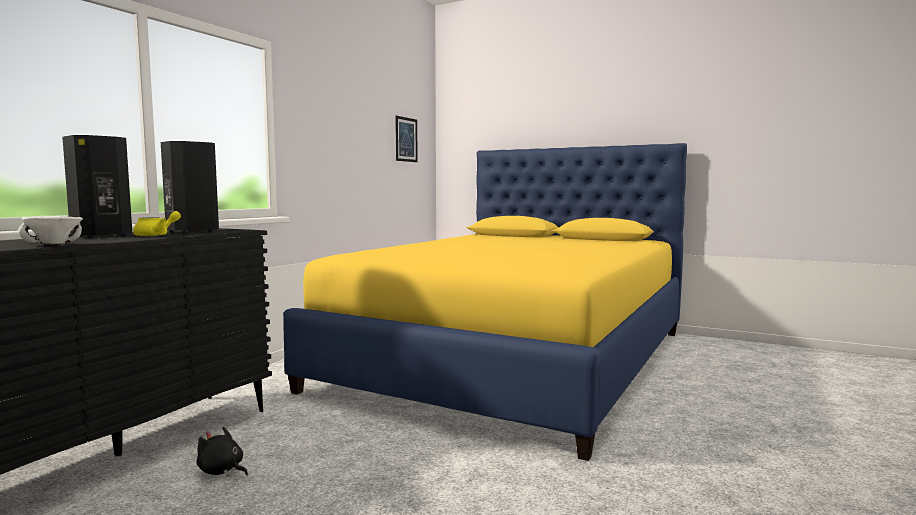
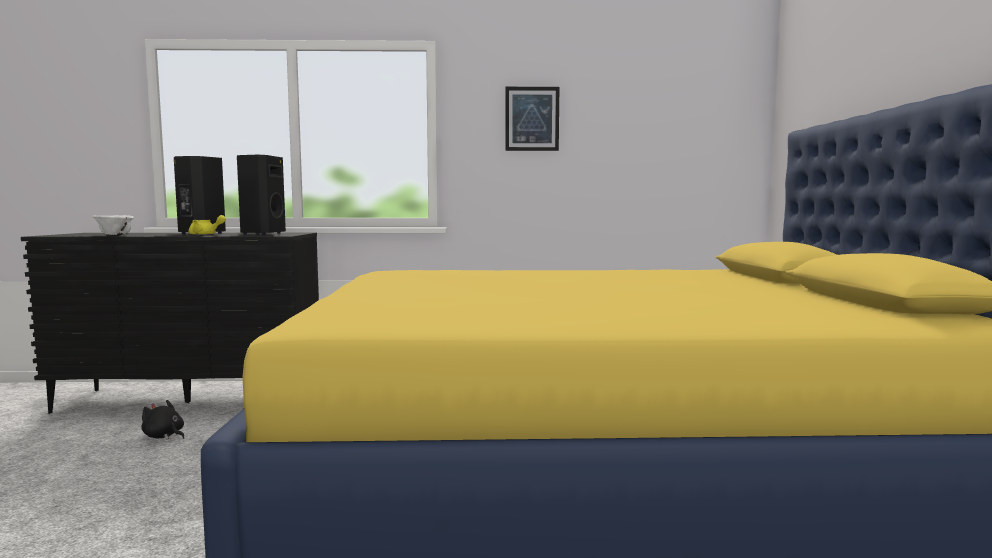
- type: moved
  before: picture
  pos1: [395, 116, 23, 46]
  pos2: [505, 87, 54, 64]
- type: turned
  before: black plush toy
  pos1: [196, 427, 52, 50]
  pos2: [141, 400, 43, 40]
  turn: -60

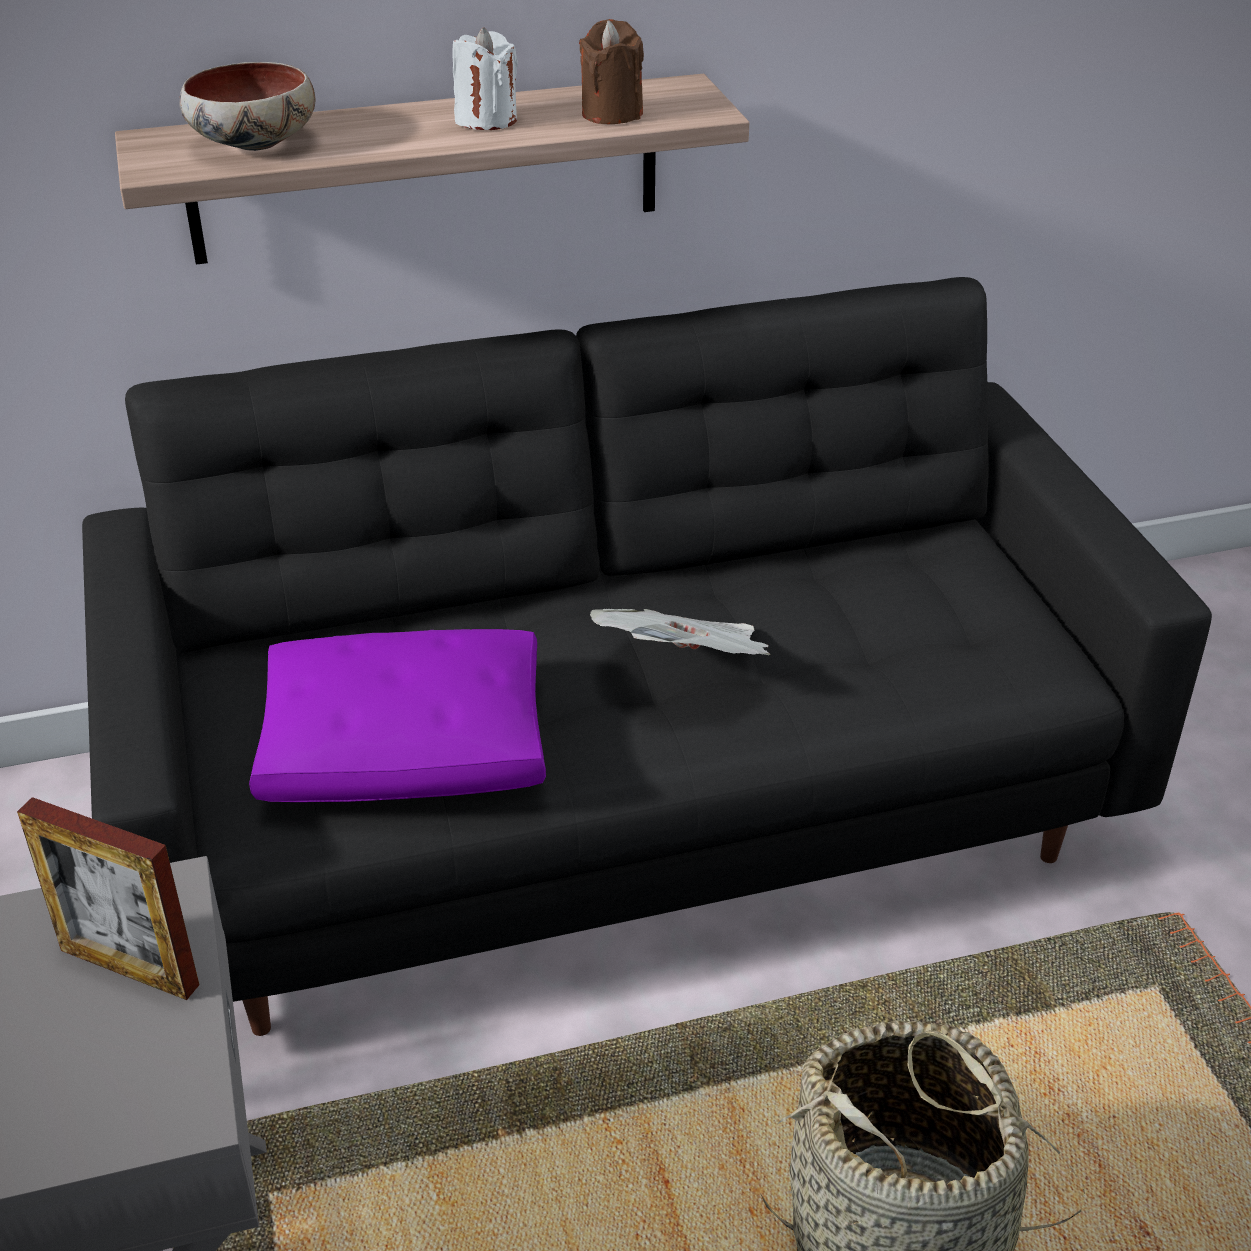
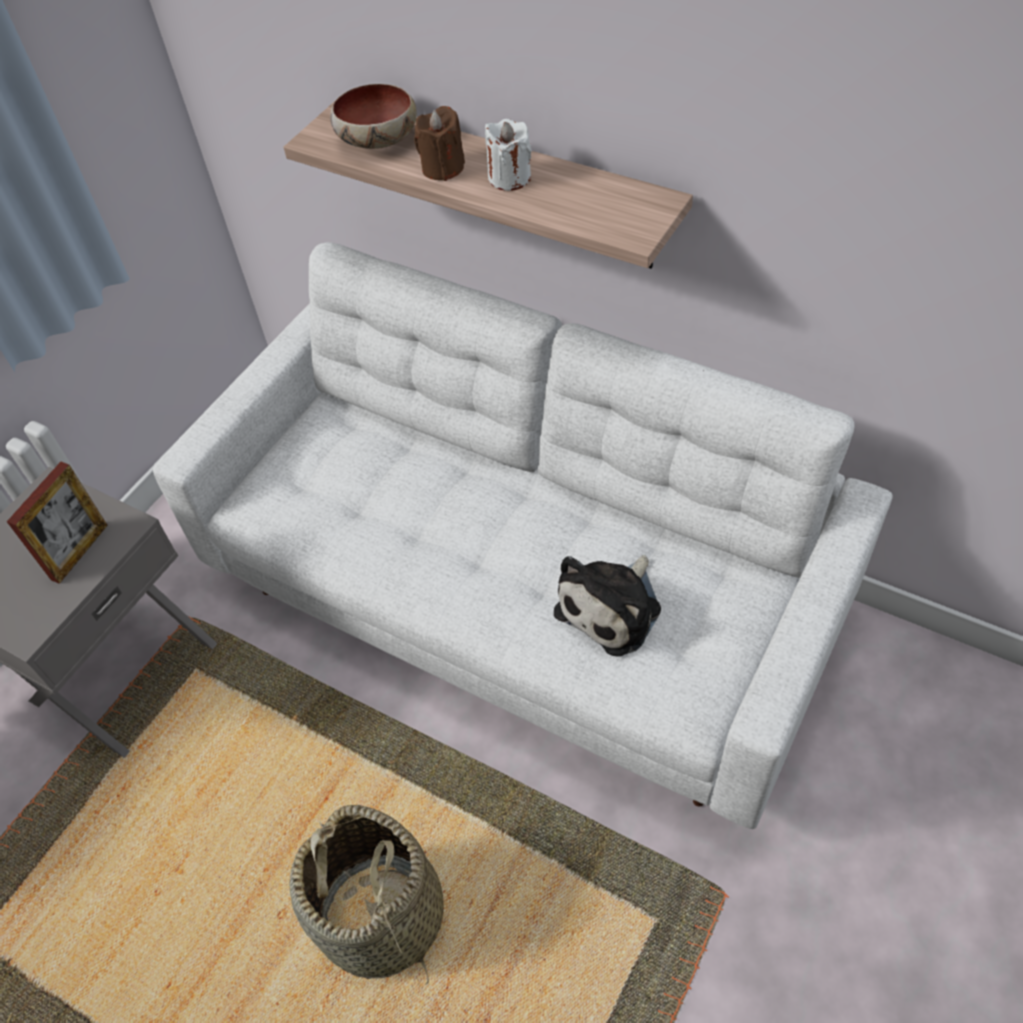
- type: removed
  before: purple pillow
  pos1: [249, 629, 297, 173]
- type: removed
  before: newspaper
  pos1: [590, 609, 180, 46]
- type: added
  after: plush toy
  pos2: [554, 555, 107, 102]
- type: moved
  before: brown candle
  pos1: [579, 19, 65, 105]
  pos2: [414, 106, 51, 75]
- type: recoloured
  before: black sofa
  after: white sofa
  pos1: [82, 277, 1130, 759]
  pos2: [153, 242, 740, 587]
- type: turned
  before: picture frame
  pos1: [17, 797, 182, 203]
  pos2: [7, 462, 101, 122]
  turn: -135

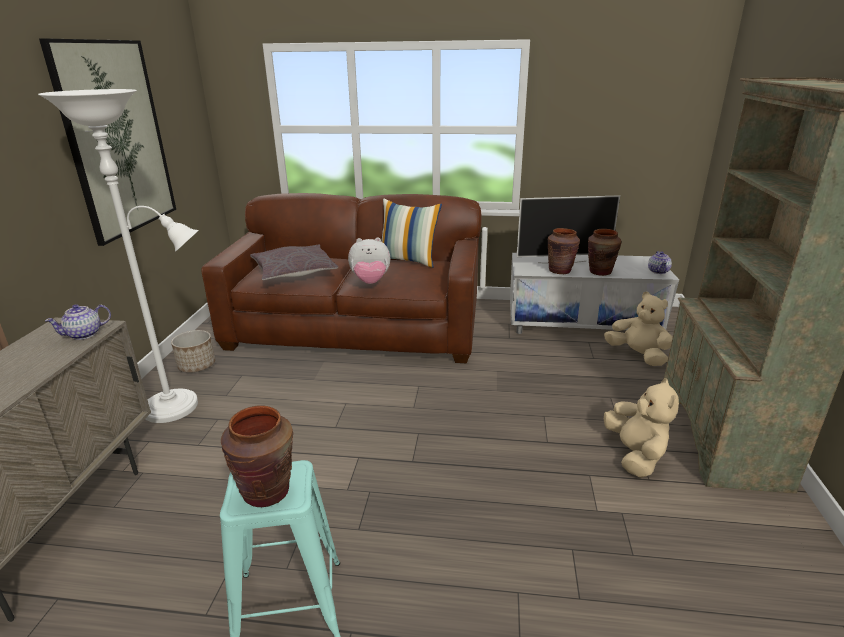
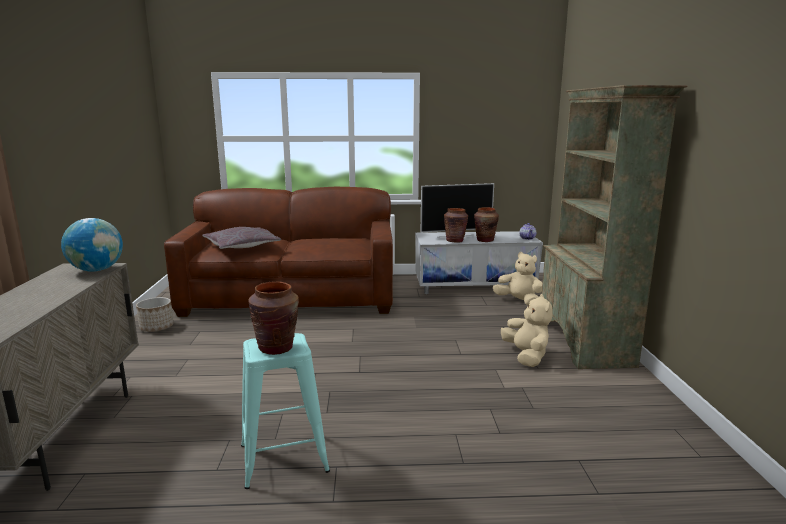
- type: removed
  before: white floor lamp
  pos1: [38, 89, 161, 334]
- type: removed
  before: picture
  pos1: [39, 38, 137, 208]
- type: removed
  before: plush toy
  pos1: [348, 237, 42, 47]
- type: removed
  before: pillow
  pos1: [381, 199, 61, 69]
- type: replaced
  before: teapot
  after: globe
  pos1: [45, 304, 66, 36]
  pos2: [61, 218, 62, 54]

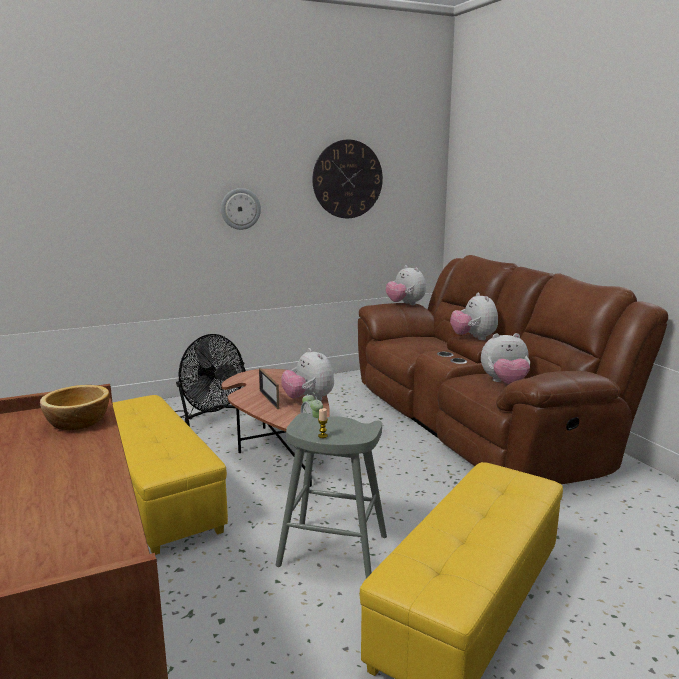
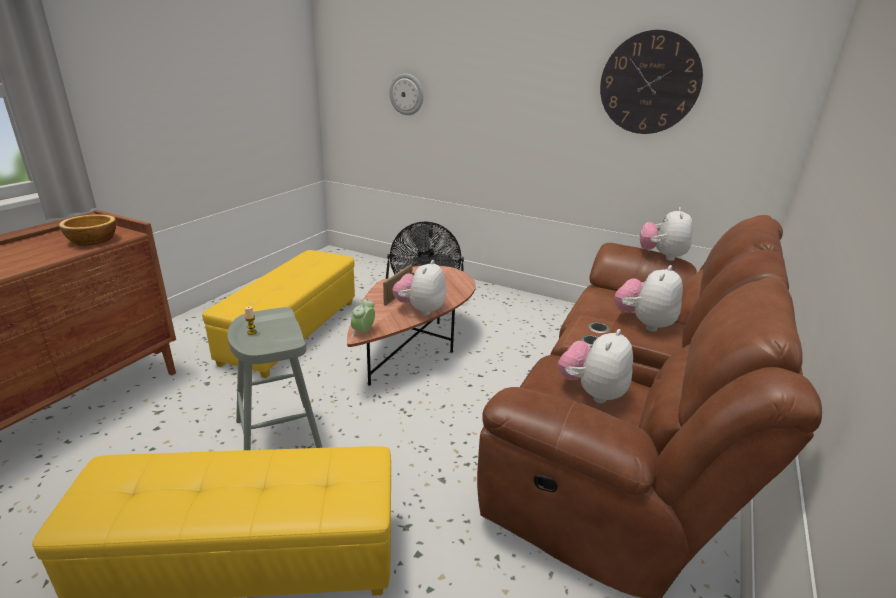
- type: moved
  before: wall clock
  pos1: [221, 188, 40, 42]
  pos2: [389, 73, 34, 42]
- type: turned
  before: plush toy
  pos1: [481, 333, 49, 51]
  pos2: [558, 329, 75, 74]
  turn: 75

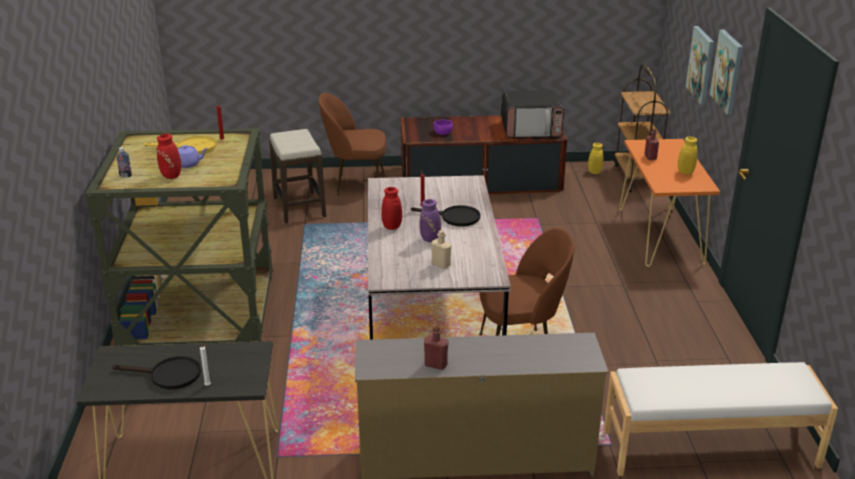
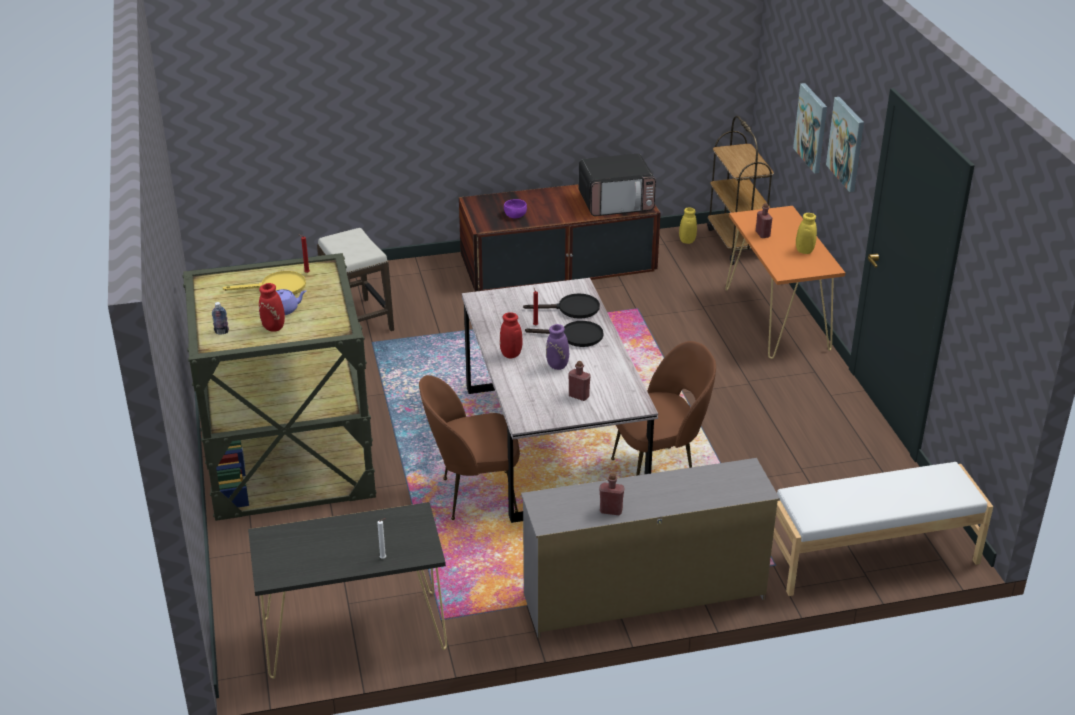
- type: moved
  before: black frying pan
  pos1: [112, 356, 89, 33]
  pos2: [523, 293, 77, 26]
- type: moved
  before: brown chair
  pos1: [318, 93, 68, 102]
  pos2: [419, 375, 101, 145]
- type: recoloured
  before: beige bottle
  after: red bottle
  pos1: [431, 230, 20, 39]
  pos2: [568, 361, 23, 40]

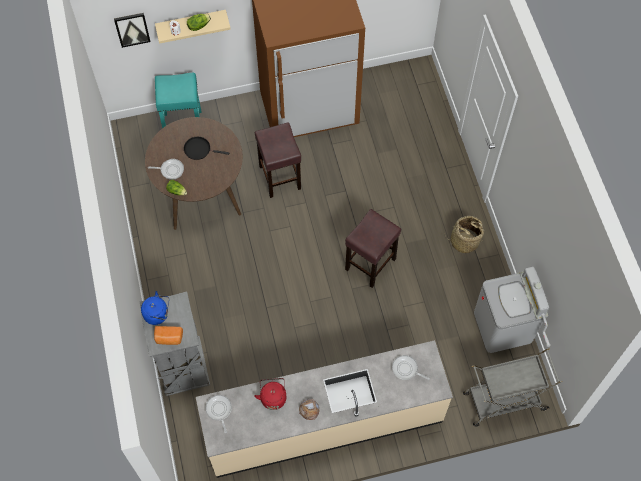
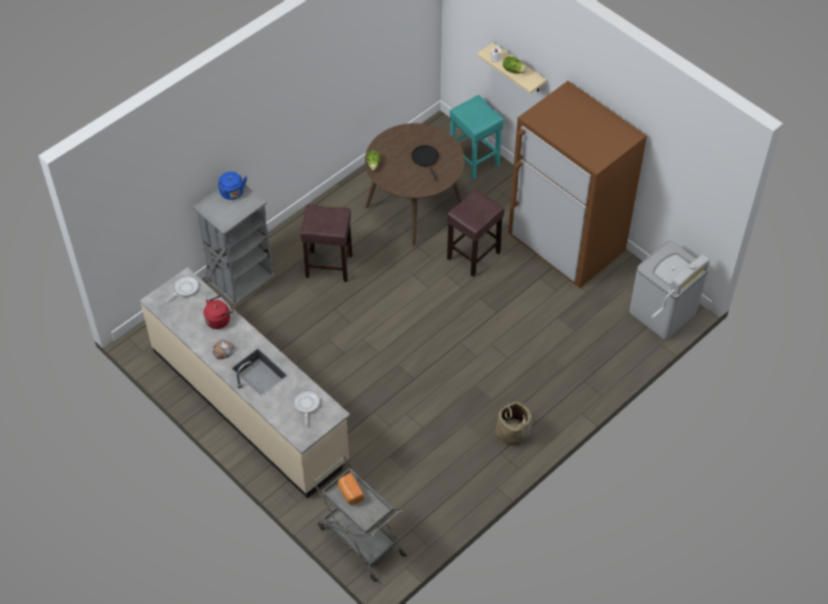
- type: removed
  before: picture
  pos1: [114, 13, 36, 35]
- type: removed
  before: frying pan
  pos1: [148, 159, 36, 21]
- type: moved
  before: bread
  pos1: [154, 326, 29, 19]
  pos2: [338, 473, 26, 32]
- type: moved
  before: brown stool
  pos1: [345, 209, 56, 79]
  pos2: [300, 204, 52, 78]
- type: moved
  before: grey washing machine
  pos1: [474, 267, 77, 86]
  pos2: [630, 241, 80, 98]

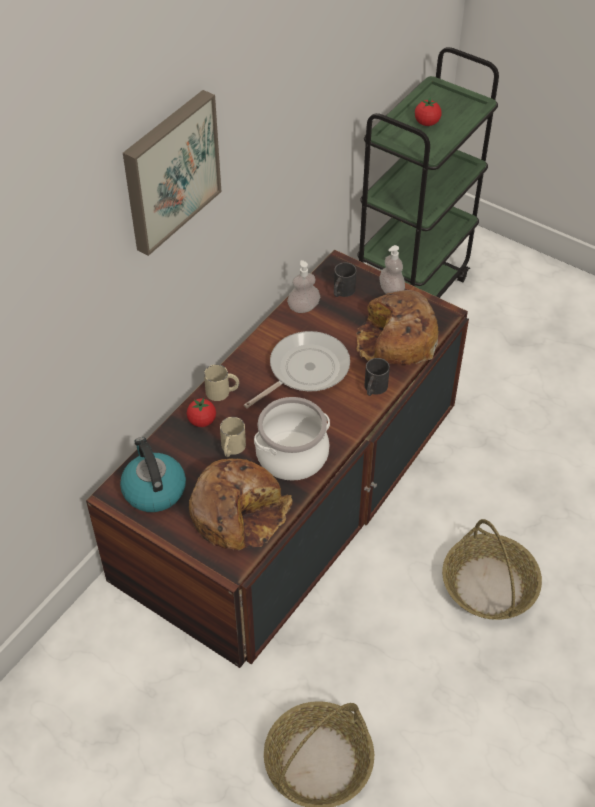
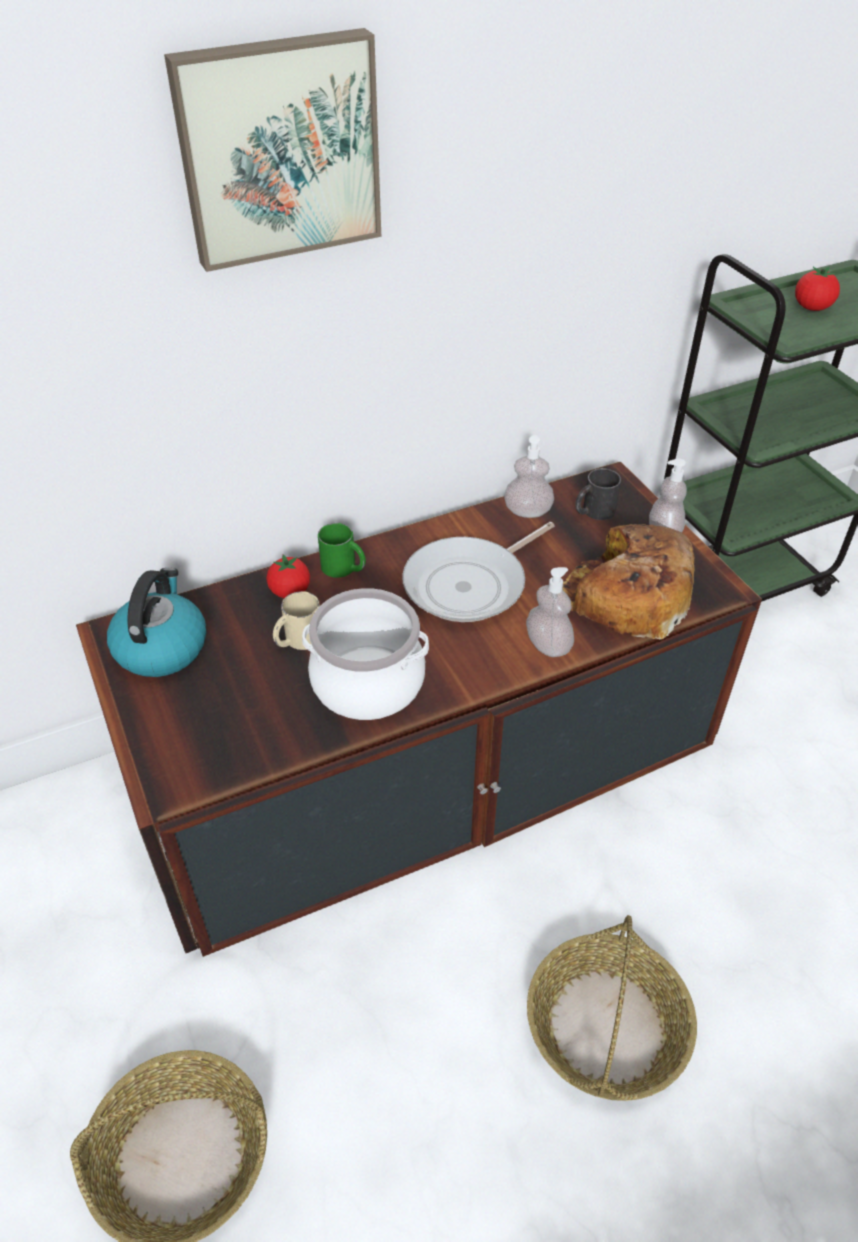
- type: removed
  before: bread
  pos1: [189, 459, 103, 92]
- type: replaced
  before: black mug
  after: soap dispenser
  pos1: [364, 358, 26, 38]
  pos2: [526, 567, 48, 90]
- type: recoloured
  before: beige mug
  after: green mug
  pos1: [204, 364, 35, 37]
  pos2: [318, 523, 48, 55]
- type: turned
  before: frying pan
  pos1: [244, 331, 106, 77]
  pos2: [402, 522, 153, 100]
  turn: 150

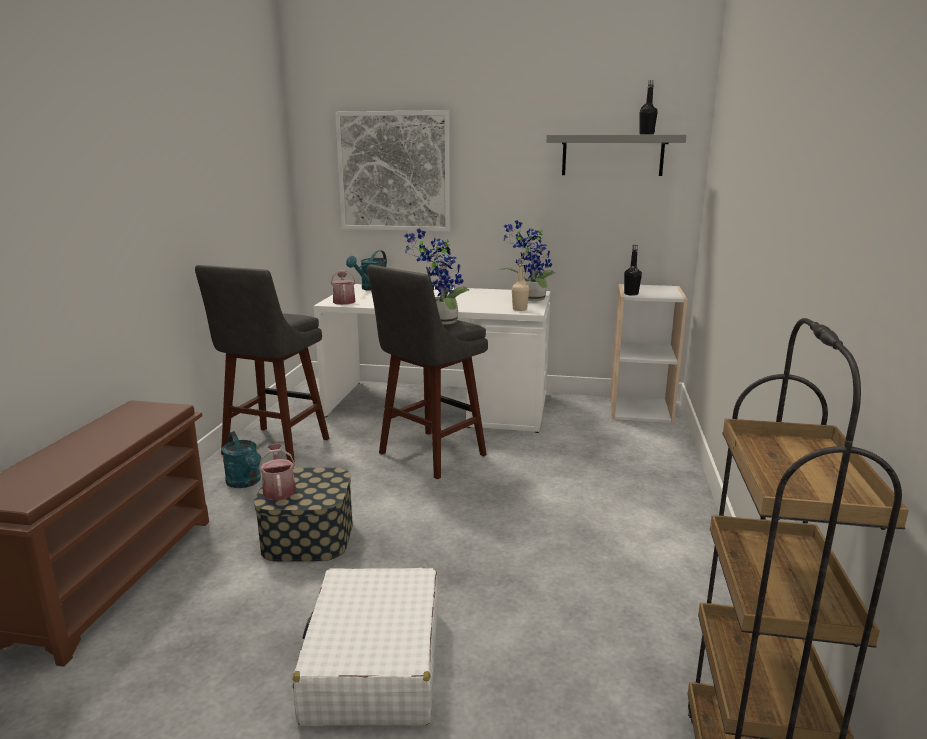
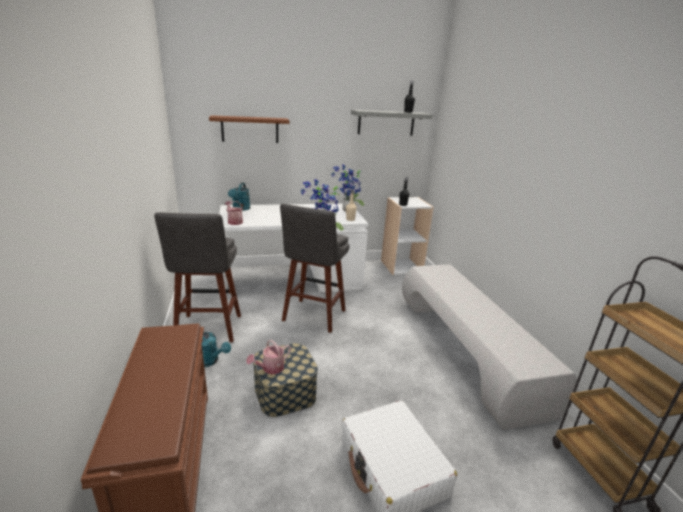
- type: added
  after: grey bench
  pos2: [402, 264, 176, 166]
- type: replaced
  before: picture
  after: brown shelf
  pos1: [335, 110, 116, 122]
  pos2: [209, 115, 81, 28]
- type: turned
  before: watering can
  pos1: [258, 444, 38, 56]
  pos2: [246, 340, 45, 34]
  turn: -90

